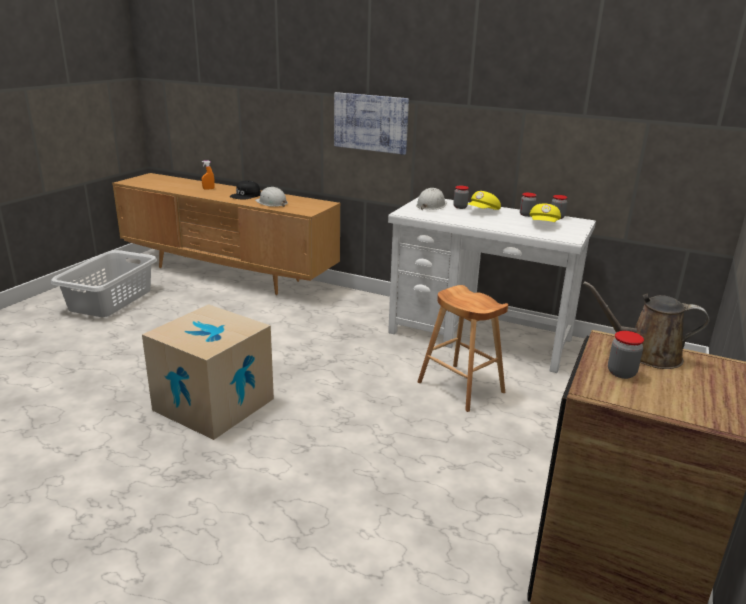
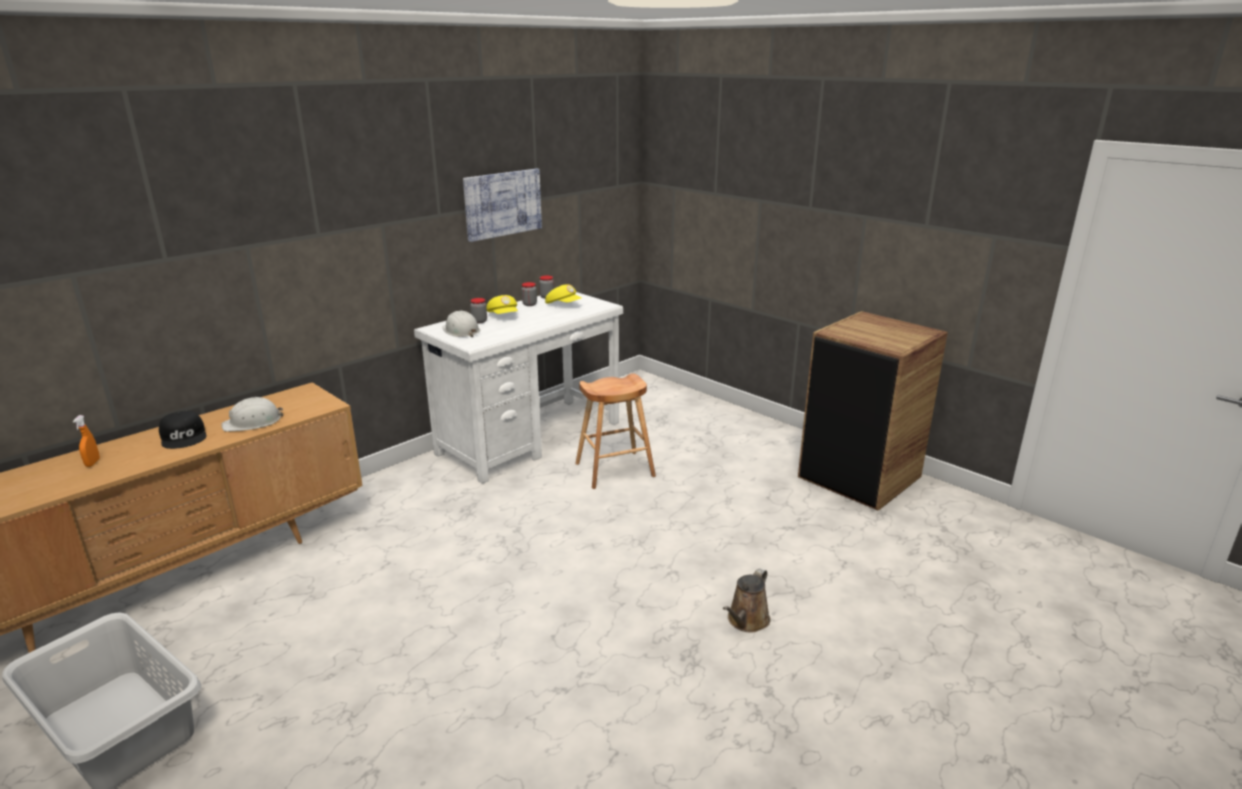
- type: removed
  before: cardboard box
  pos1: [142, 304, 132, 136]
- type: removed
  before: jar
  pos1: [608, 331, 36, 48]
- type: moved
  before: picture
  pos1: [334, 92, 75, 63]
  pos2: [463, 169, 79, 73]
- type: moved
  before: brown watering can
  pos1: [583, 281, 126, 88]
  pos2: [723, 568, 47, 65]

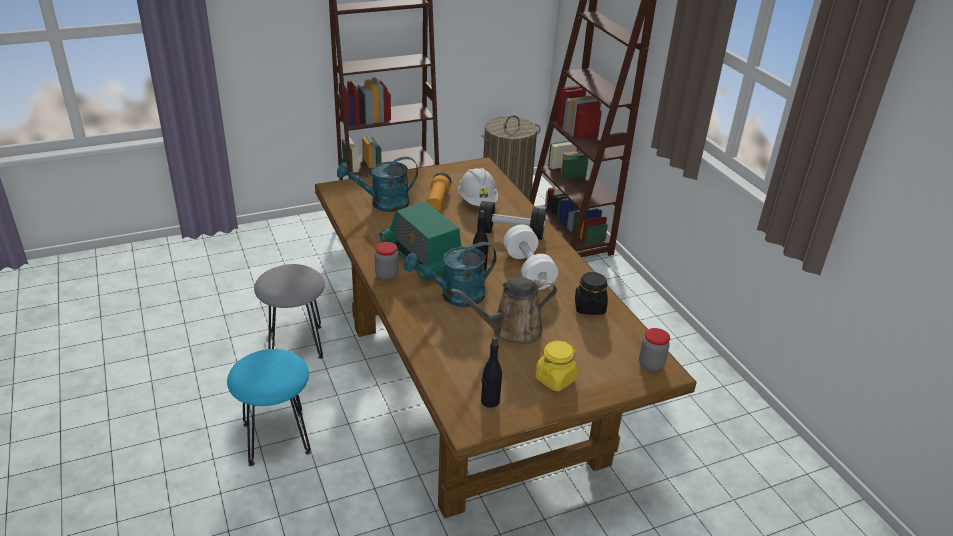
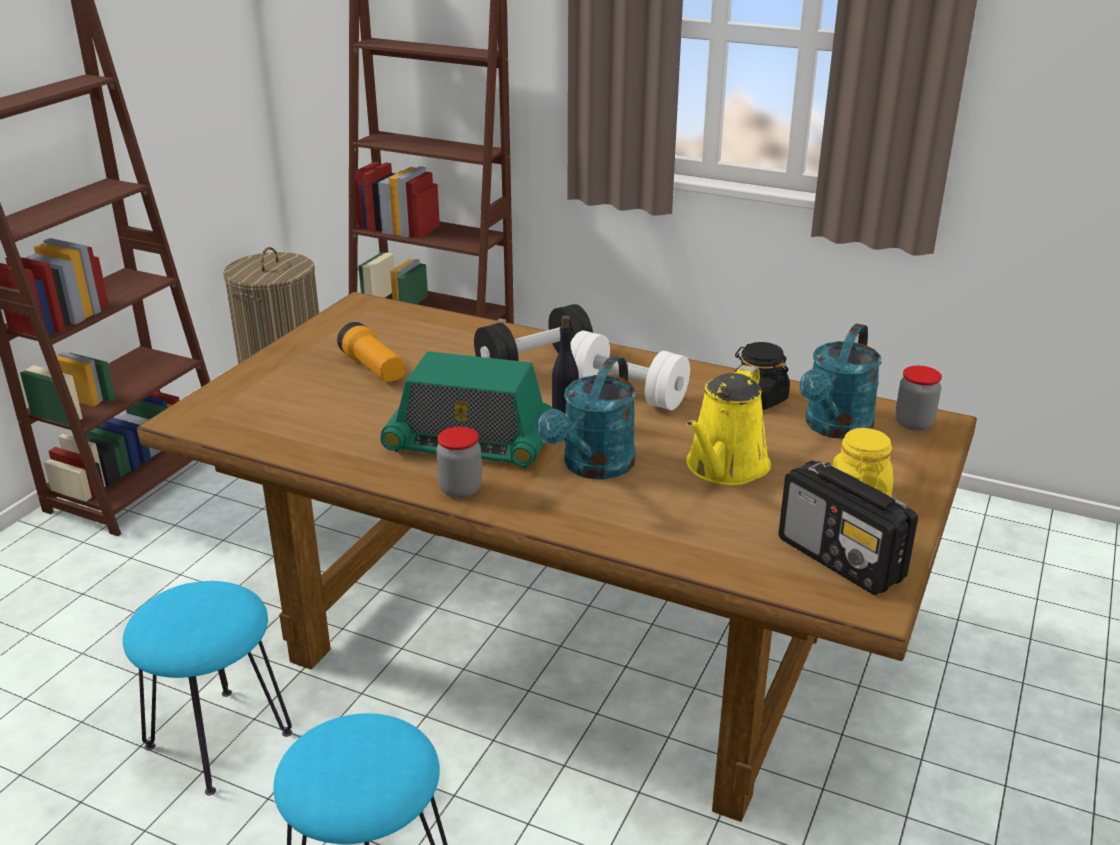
- type: removed
  before: white hard hat
  pos1: [458, 168, 40, 38]
- type: moved
  before: turquoise watering can
  pos1: [337, 157, 81, 55]
  pos2: [800, 323, 82, 116]
- type: replaced
  before: black bottle
  after: radio
  pos1: [481, 337, 21, 71]
  pos2: [778, 460, 140, 135]
- type: recoloured
  before: grey stool
  after: turquoise stool
  pos1: [254, 264, 71, 95]
  pos2: [123, 581, 169, 214]
- type: recoloured
  before: brown watering can
  after: yellow watering can
  pos1: [451, 277, 106, 67]
  pos2: [686, 365, 85, 121]

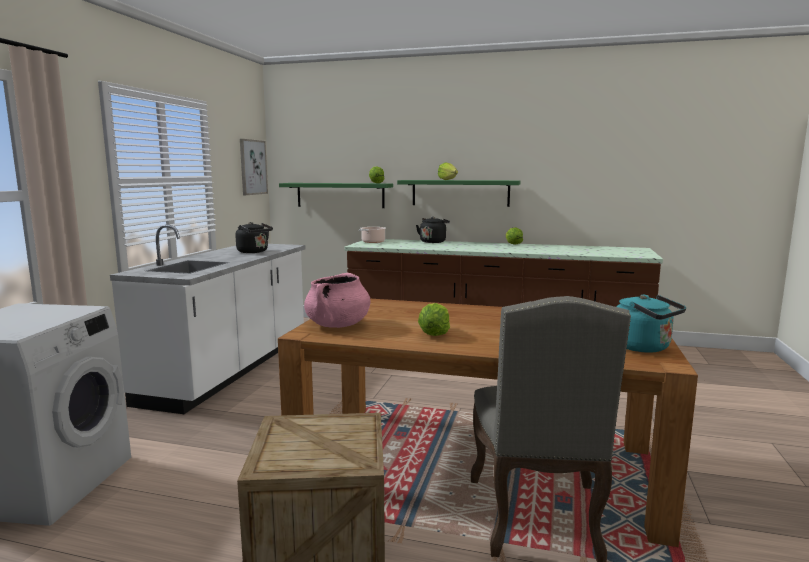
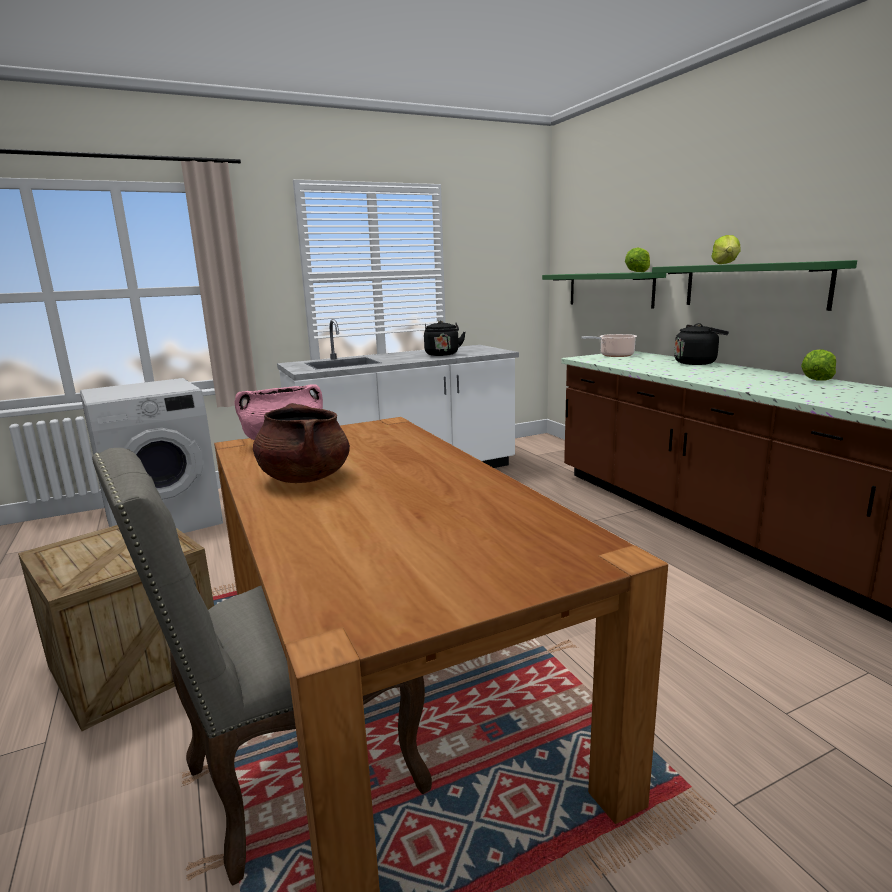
- type: removed
  before: picture
  pos1: [240, 139, 28, 56]
- type: removed
  before: turquoise kettle
  pos1: [617, 295, 69, 58]
- type: replaced
  before: lettuce
  after: brown cooking pot
  pos1: [418, 303, 32, 33]
  pos2: [253, 403, 97, 80]

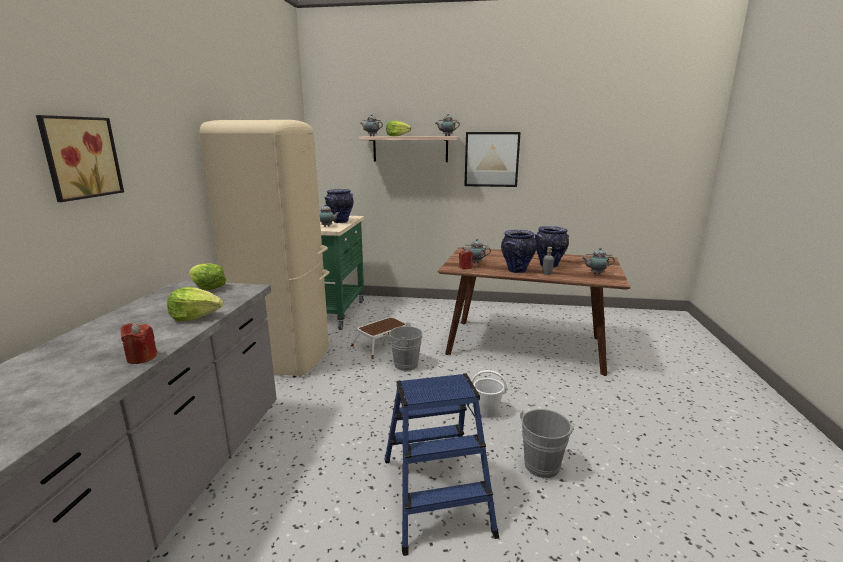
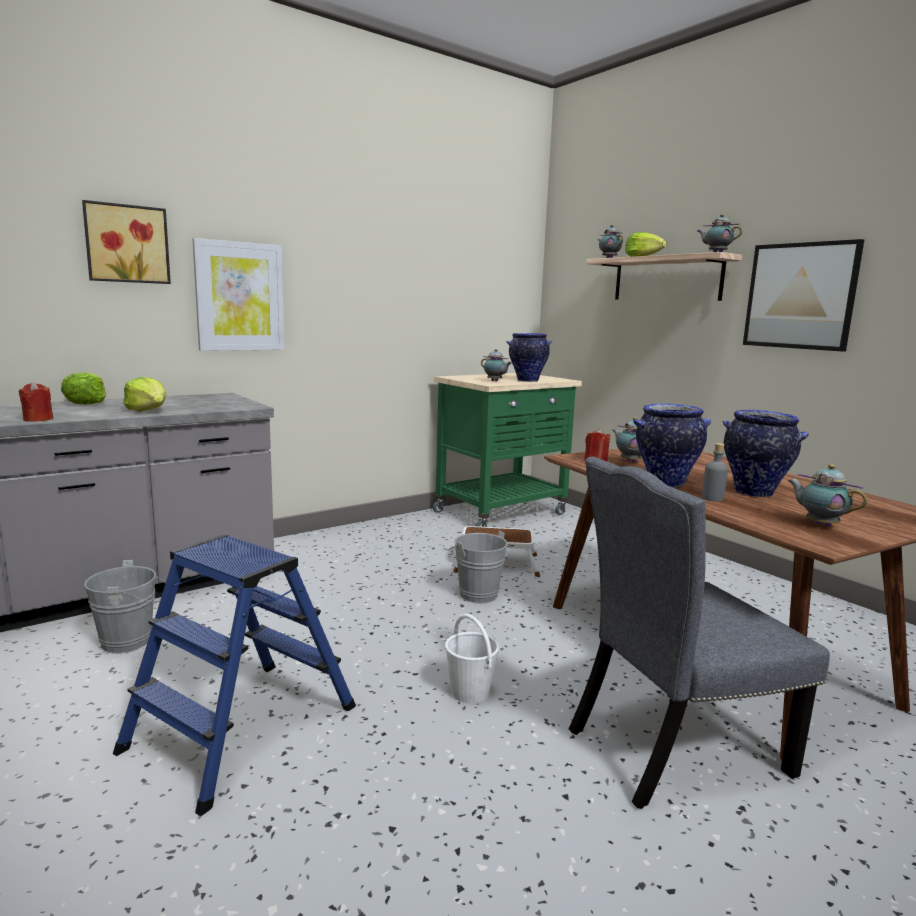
- type: removed
  before: beige fridge
  pos1: [200, 120, 129, 258]
- type: added
  after: picture
  pos2: [193, 238, 92, 113]
- type: added
  after: grey chair
  pos2: [569, 457, 261, 352]
- type: moved
  before: lettuce
  pos1: [189, 263, 37, 27]
  pos2: [61, 372, 45, 33]
- type: moved
  before: grey bucket
  pos1: [520, 409, 54, 70]
  pos2: [84, 560, 82, 94]

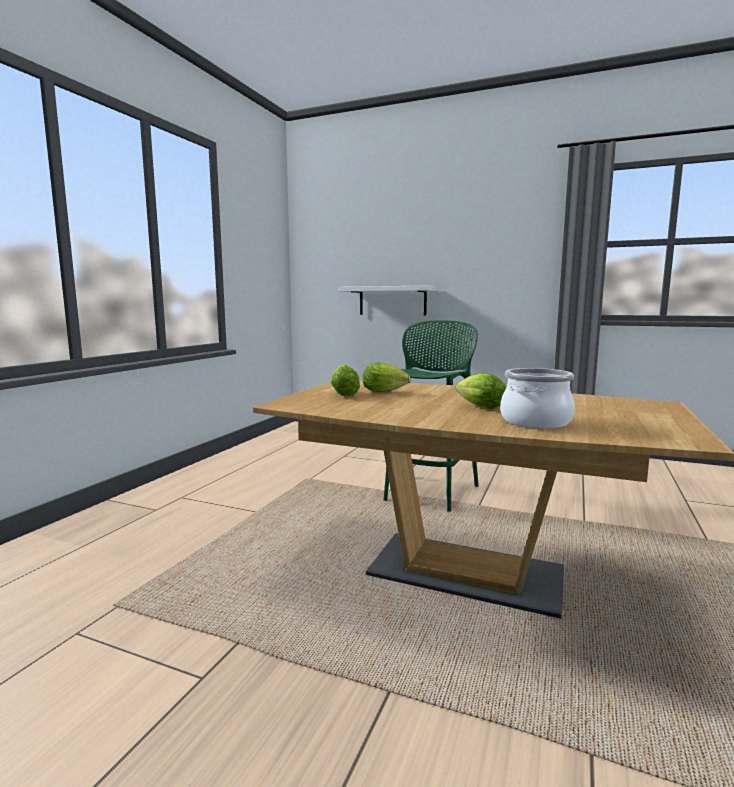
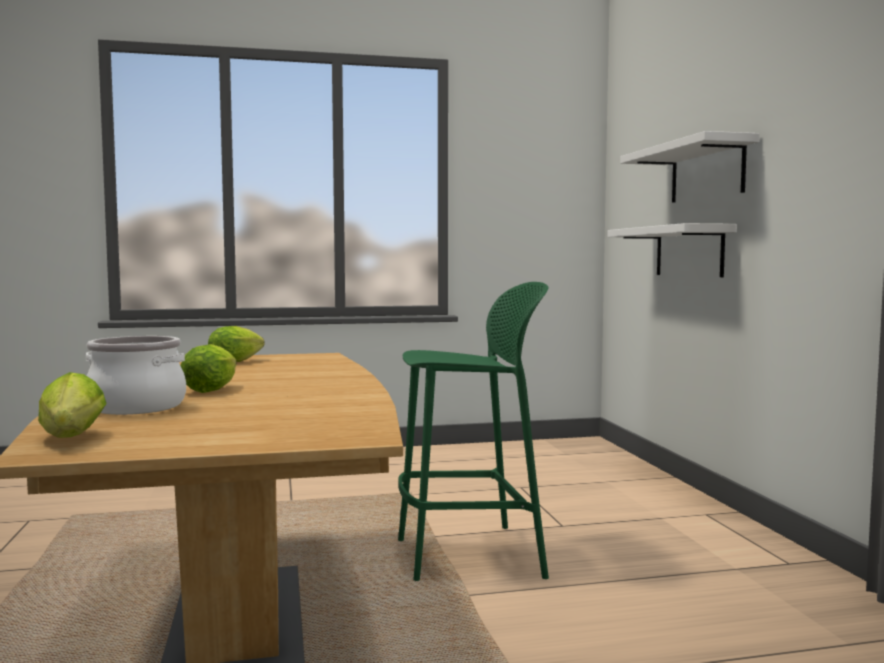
- type: added
  after: white shelf
  pos2: [620, 131, 140, 72]
- type: moved
  before: lettuce
  pos1: [363, 363, 47, 29]
  pos2: [38, 372, 68, 66]

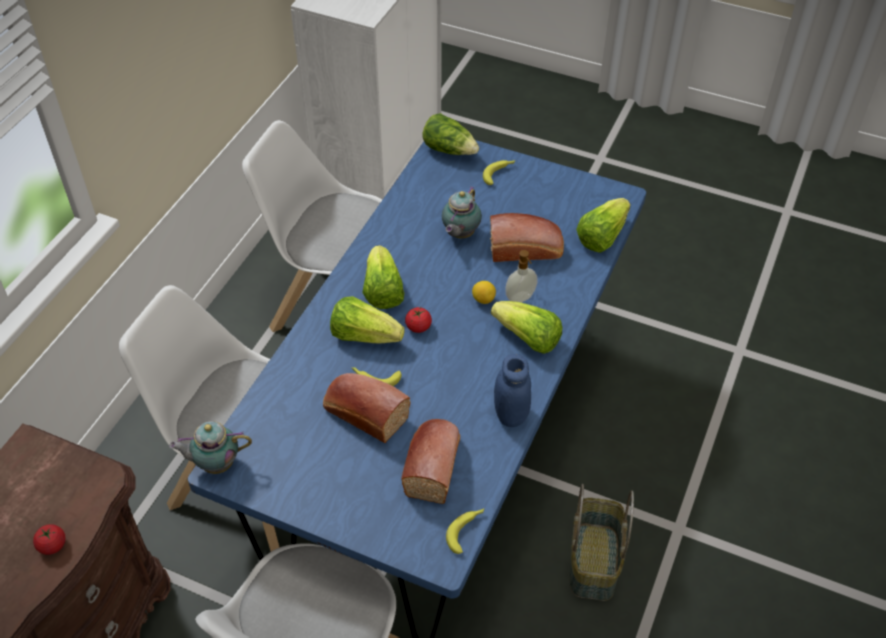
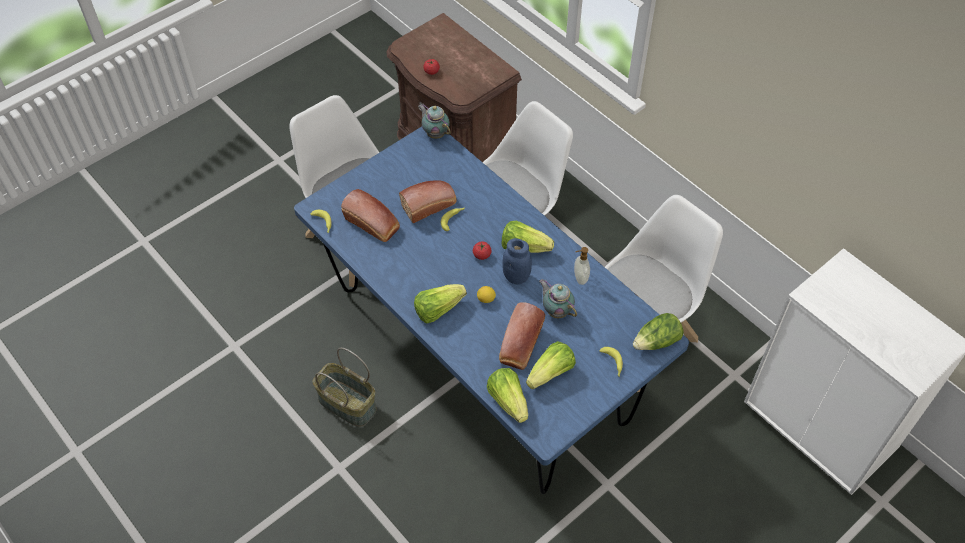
- type: moved
  before: lettuce
  pos1: [330, 296, 75, 48]
  pos2: [526, 341, 50, 48]
- type: moved
  before: blue jar
  pos1: [494, 354, 37, 73]
  pos2: [502, 238, 30, 47]
- type: moved
  before: soap dispenser
  pos1: [505, 250, 32, 53]
  pos2: [574, 247, 16, 38]
- type: turned
  before: teapot
  pos1: [169, 421, 83, 53]
  pos2: [419, 104, 32, 35]
  turn: -60

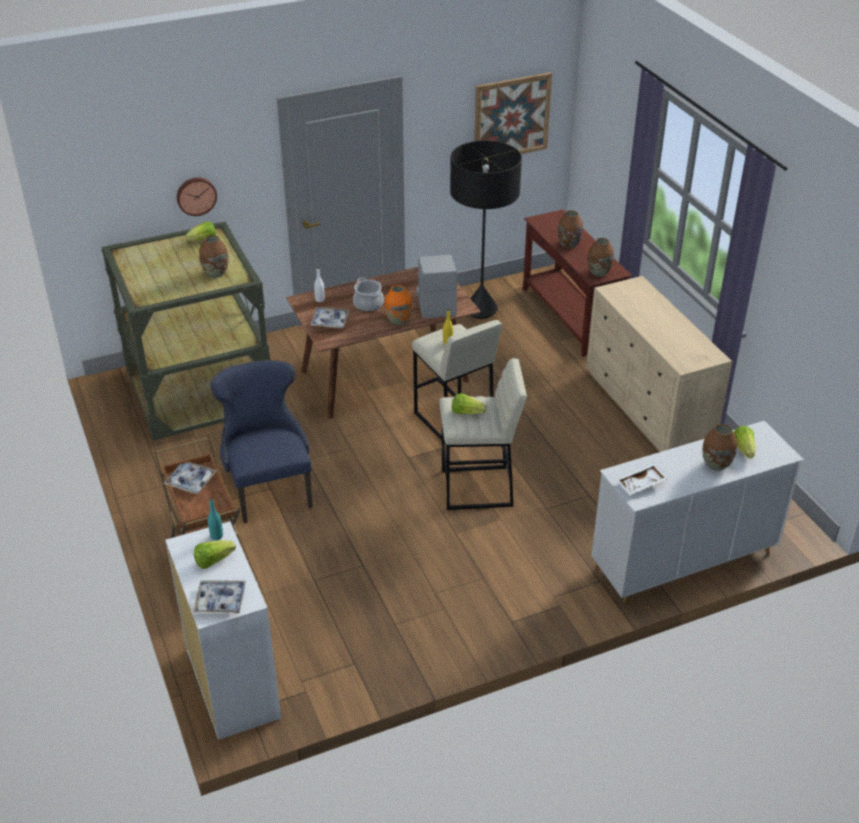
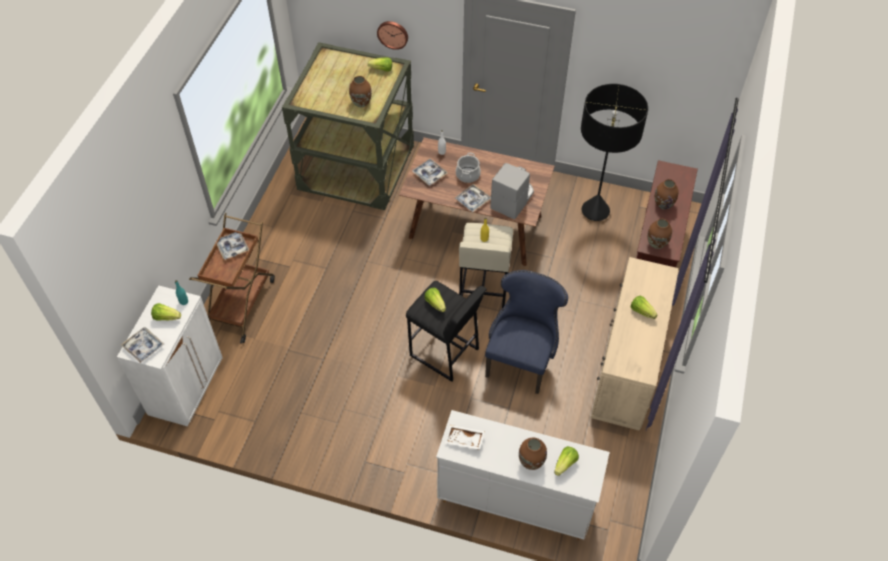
- type: removed
  before: picture
  pos1: [474, 72, 78, 82]
- type: added
  after: lettuce
  pos2: [631, 296, 26, 23]
- type: moved
  before: blue chair
  pos1: [211, 360, 102, 163]
  pos2: [485, 270, 83, 124]
- type: replaced
  before: orange vase
  after: tray
  pos1: [385, 285, 27, 40]
  pos2: [455, 184, 36, 28]
- type: recoloured
  before: beige stool
  after: black stool
  pos1: [440, 358, 87, 152]
  pos2: [406, 281, 81, 101]

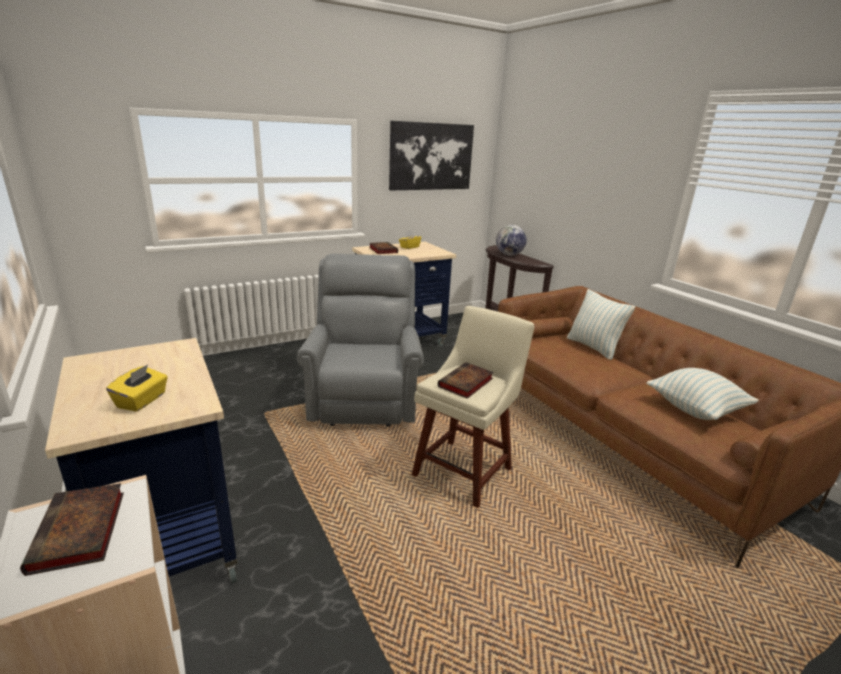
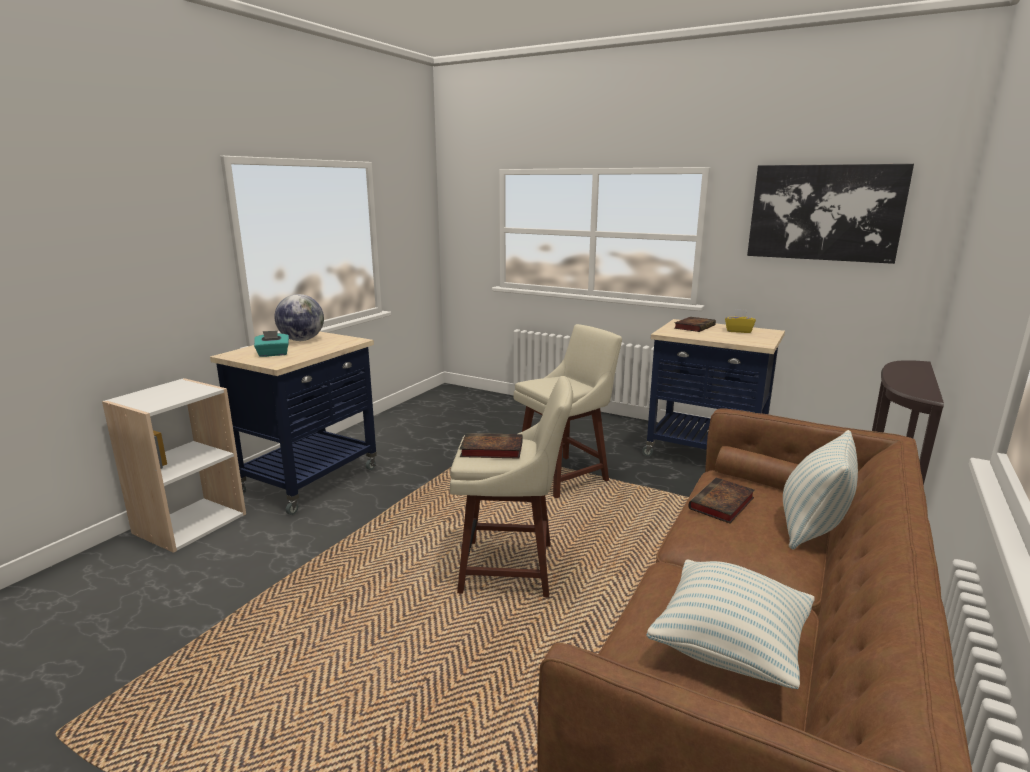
- type: moved
  before: book
  pos1: [20, 483, 104, 93]
  pos2: [688, 478, 67, 46]
- type: moved
  before: globe
  pos1: [496, 225, 31, 31]
  pos2: [274, 294, 50, 47]
- type: replaced
  before: grey armchair
  after: beige stool
  pos1: [297, 253, 127, 173]
  pos2: [514, 324, 108, 174]
- type: recoloured
  before: yellow tissue box
  after: turquoise tissue box
  pos1: [106, 365, 62, 47]
  pos2: [254, 331, 35, 26]

